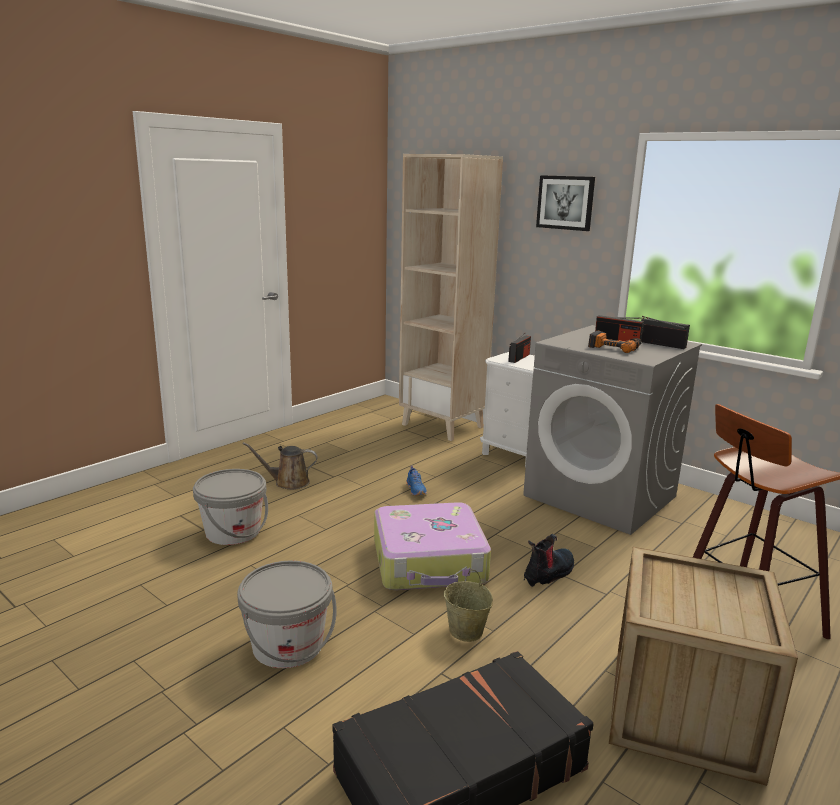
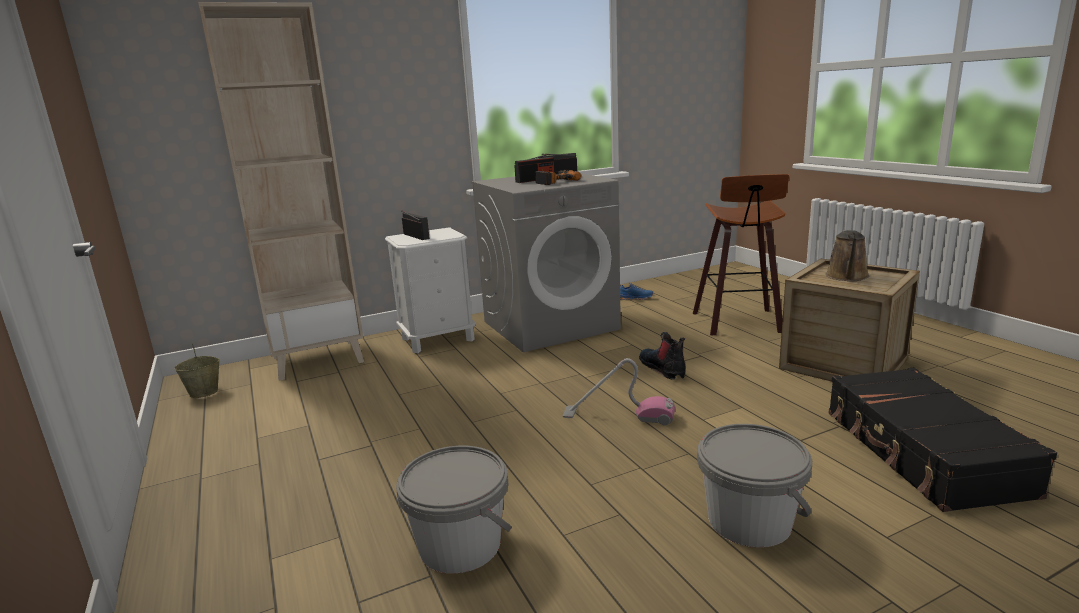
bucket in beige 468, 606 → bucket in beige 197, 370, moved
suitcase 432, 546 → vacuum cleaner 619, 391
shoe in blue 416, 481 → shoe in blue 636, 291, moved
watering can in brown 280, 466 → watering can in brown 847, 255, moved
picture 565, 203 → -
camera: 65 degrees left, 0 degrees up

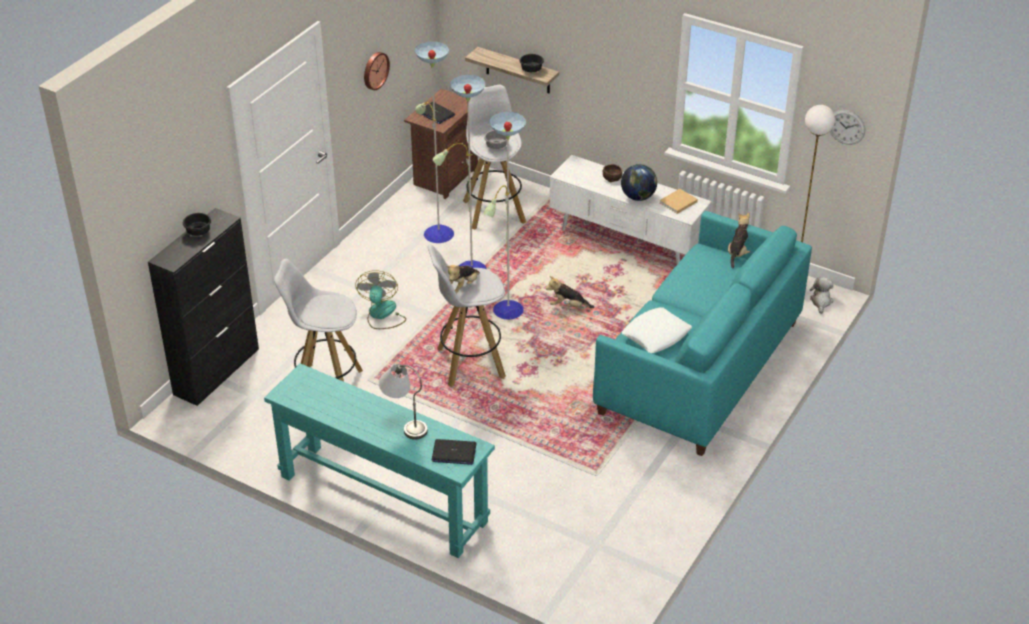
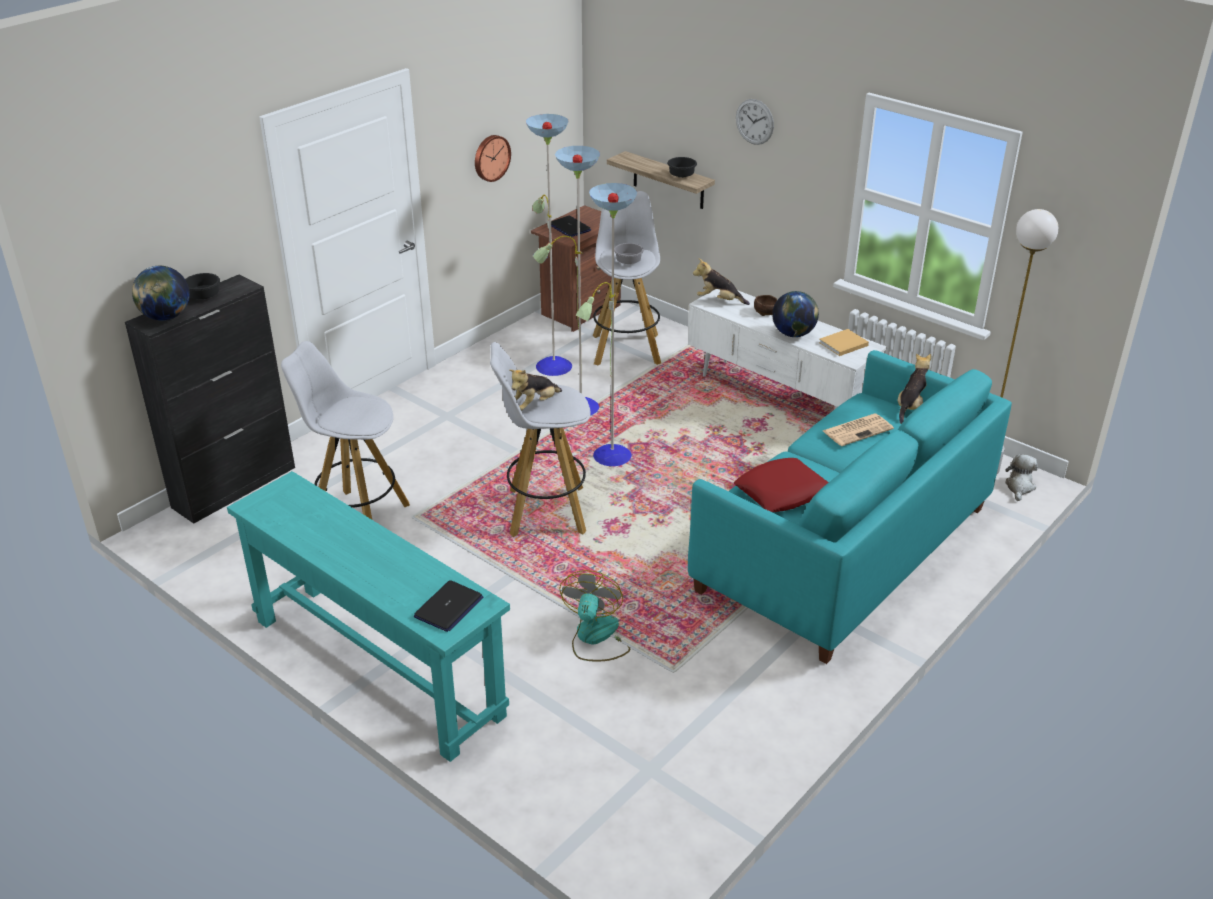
- → globe 161, 293
laptop 454, 452 → laptop 449, 606, 75 degrees counterclockwise
fan 380, 299 → fan 594, 615, moved
plush toy 570, 292 → plush toy 721, 281, moved
pillow in white 656, 330 → pillow in red 781, 485
wall clock 847, 127 → wall clock 755, 122, moved
- → newspaper 858, 429
table lamp in grey 403, 402 → -
camera: 10 degrees right, 5 degrees down

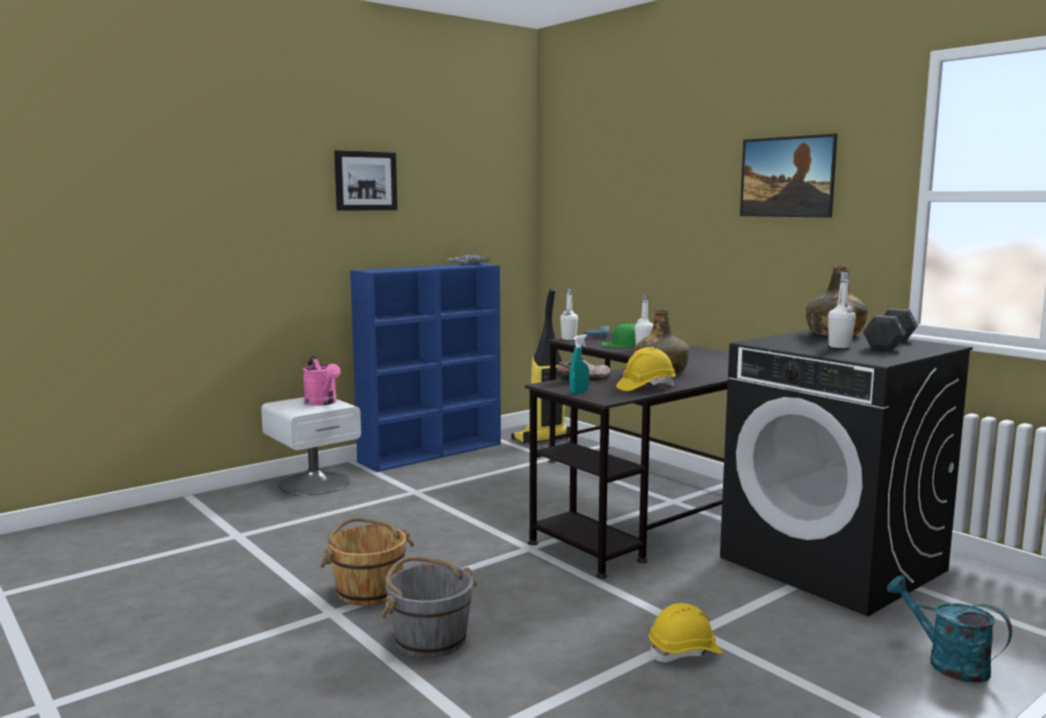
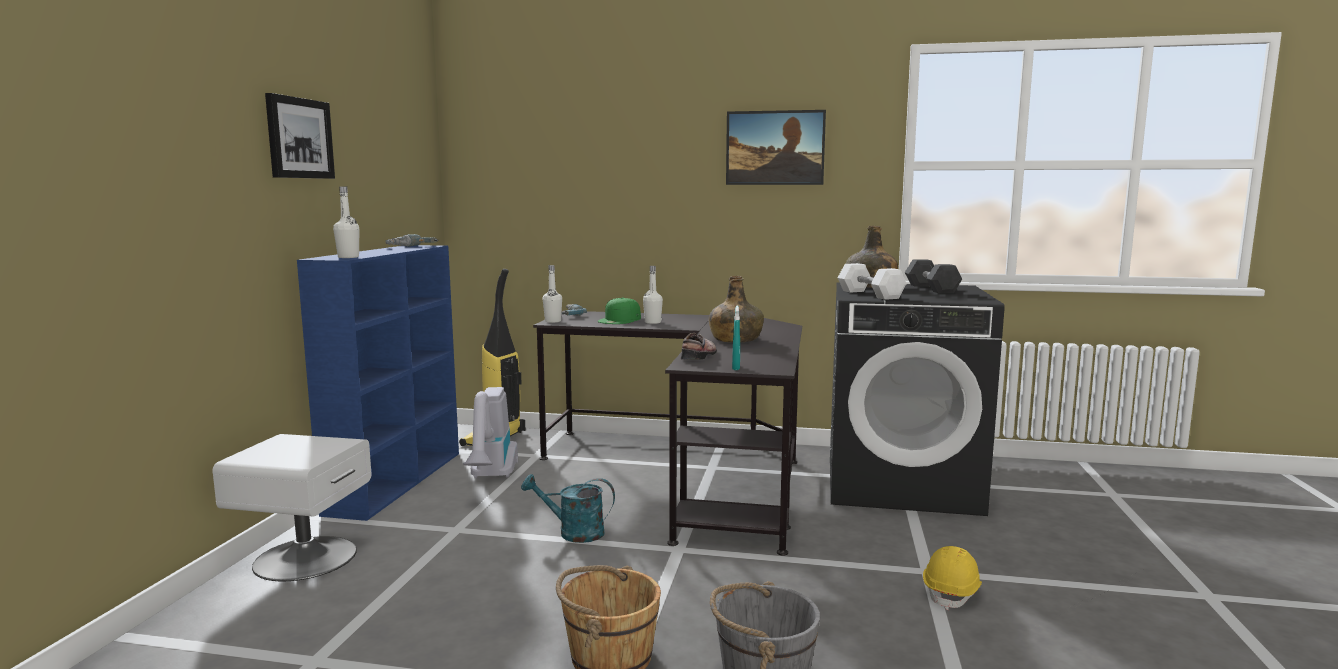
bottle in white 842, 310 → bottle in white 346, 222, moved
- → vacuum cleaner 490, 432
watering can in turquoise 949, 629 → watering can in turquoise 568, 508, moved
- → dumbbell in white 872, 281
watering can in pink 322, 381 → -
hard hat in yellow 646, 369 → -
camera: 40 degrees left, 0 degrees up

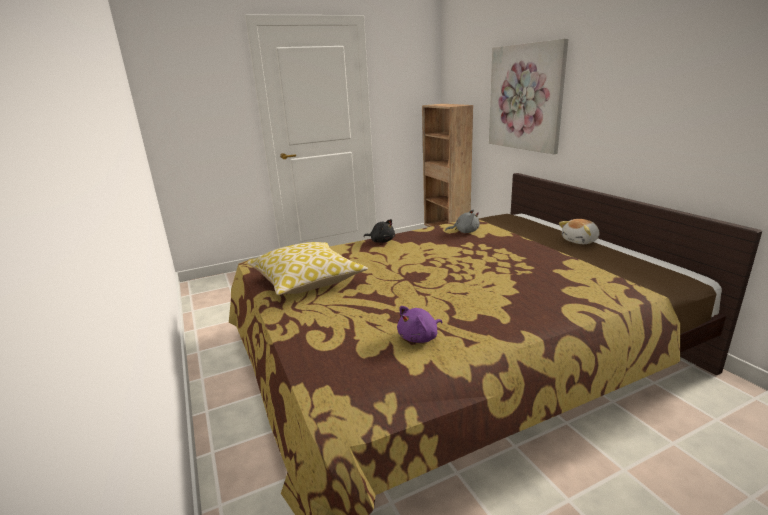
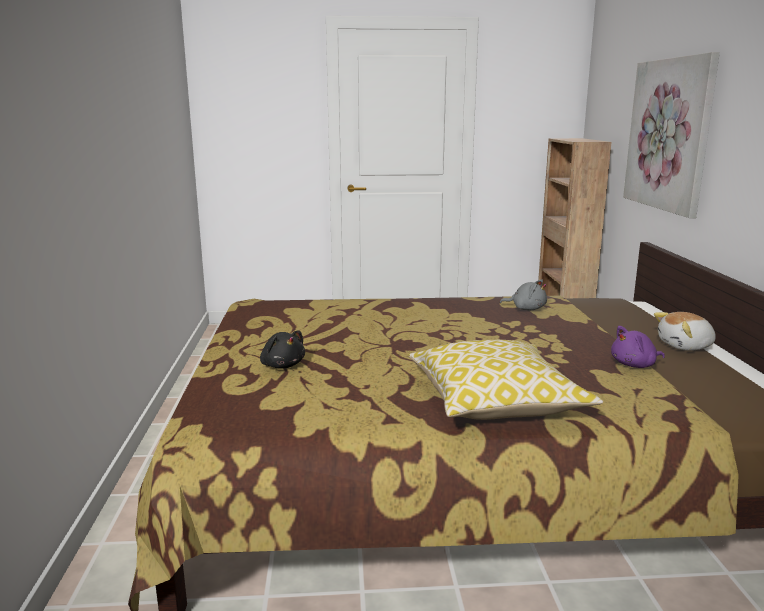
plush toy in black 379, 231 → plush toy in black 282, 349, moved
pillow 307, 268 → pillow 505, 380, moved
plush toy in purple 419, 324 → plush toy in purple 638, 347, moved
camera: 20 degrees right, 5 degrees down

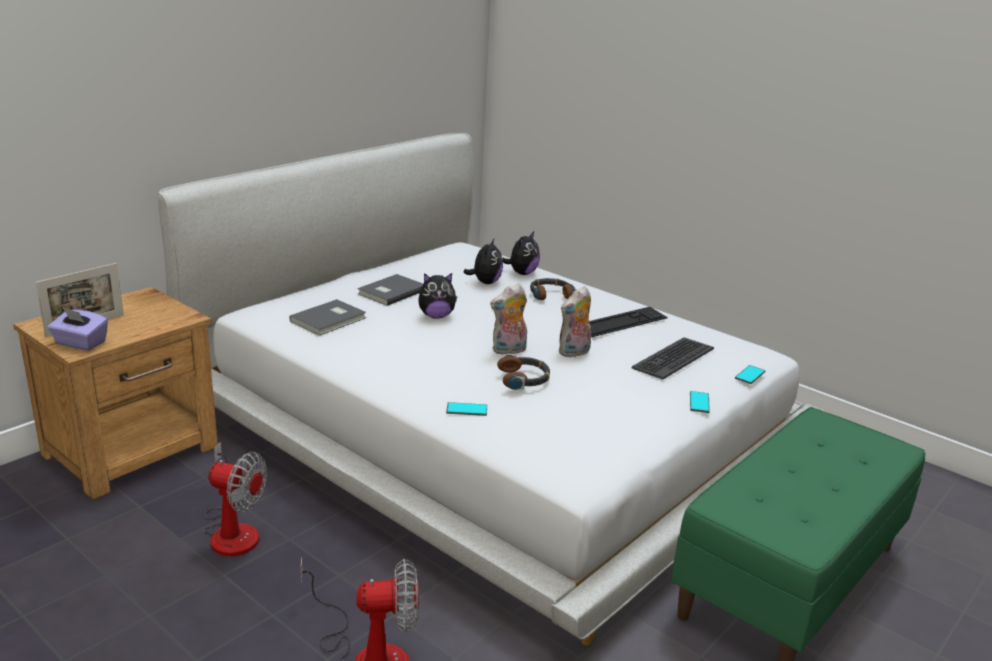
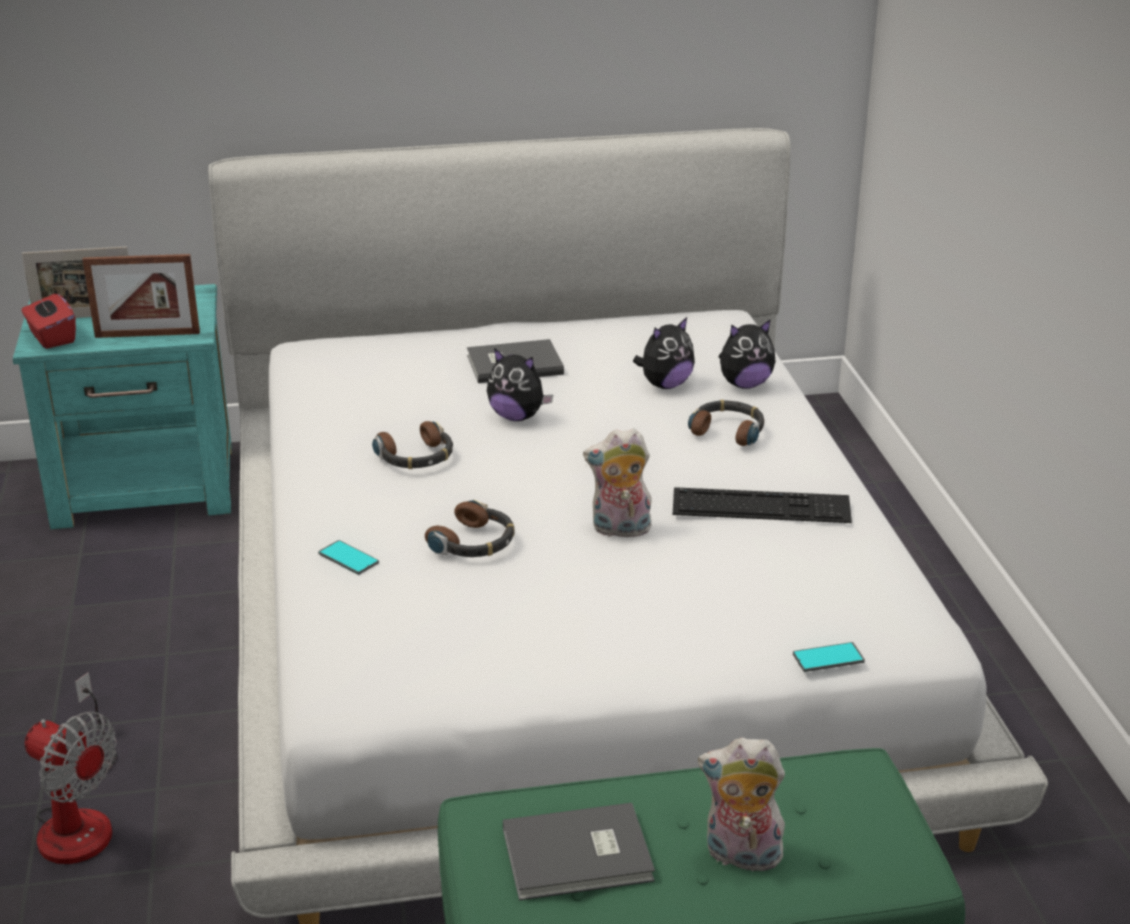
nightstand in brown 115, 393 → nightstand in turquoise 122, 407
tissue box in purple 78, 329 → tissue box in red 48, 320
- → picture frame 141, 296
- → headphones 412, 445
book in grey 327, 317 → book in grey 579, 852, moved
plush toy 508, 319 → plush toy 743, 807, moved
fan 235, 499 → -
keyboard 673, 358 → -
phone 700, 402 → -
camera: 40 degrees right, 5 degrees up

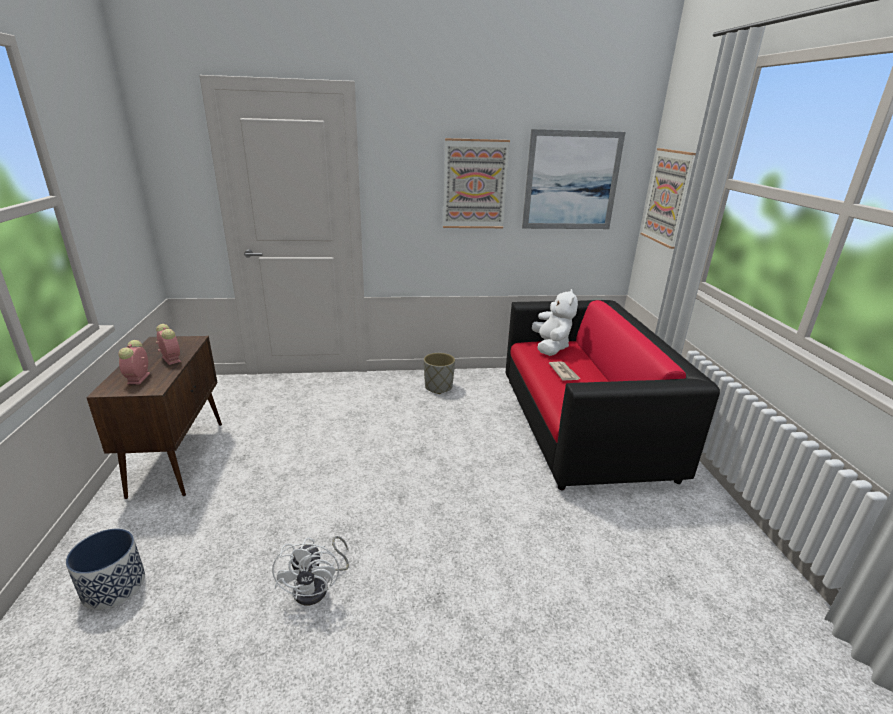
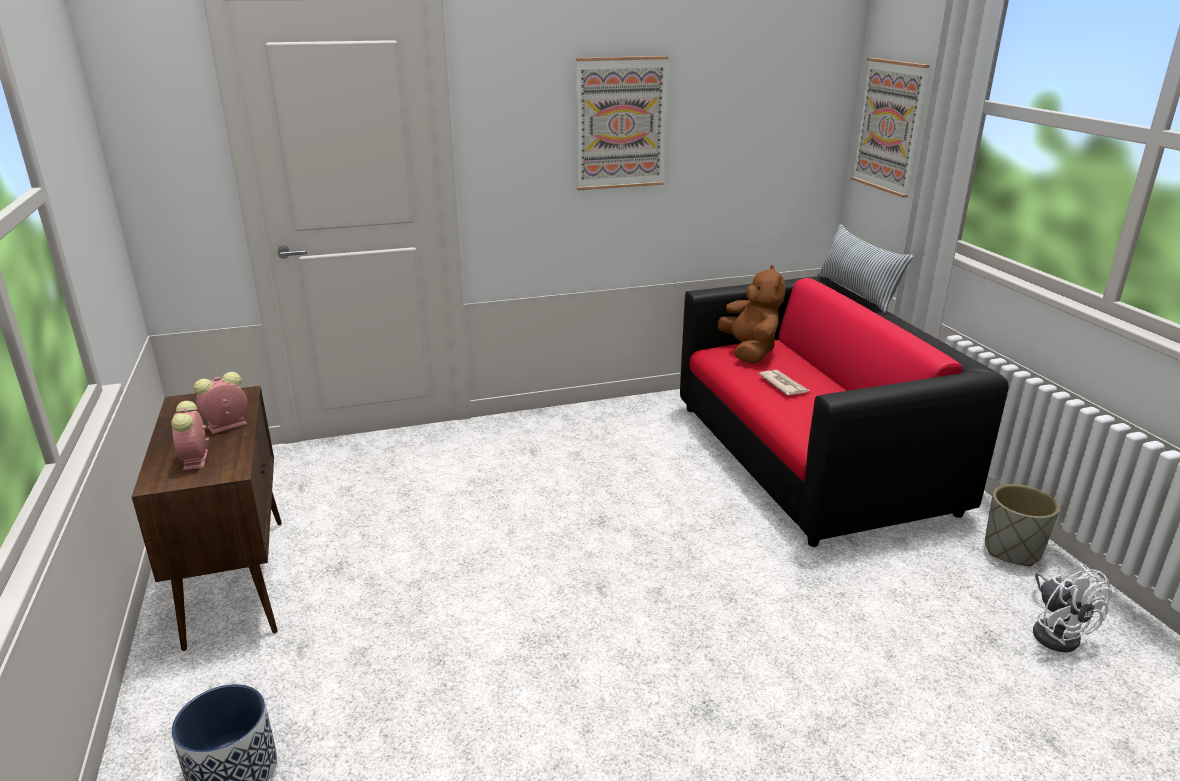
alarm clock 168, 344 → alarm clock 221, 403, 75 degrees counterclockwise
plush toy in white 555, 322 → plush toy in brown 751, 314
- → pillow 865, 268
planter in grey 439, 373 → planter in grey 1022, 525, moved
fan in white 310, 570 → fan in white 1073, 608, moved
picture 573, 179 → -
camera: 10 degrees left, 0 degrees up

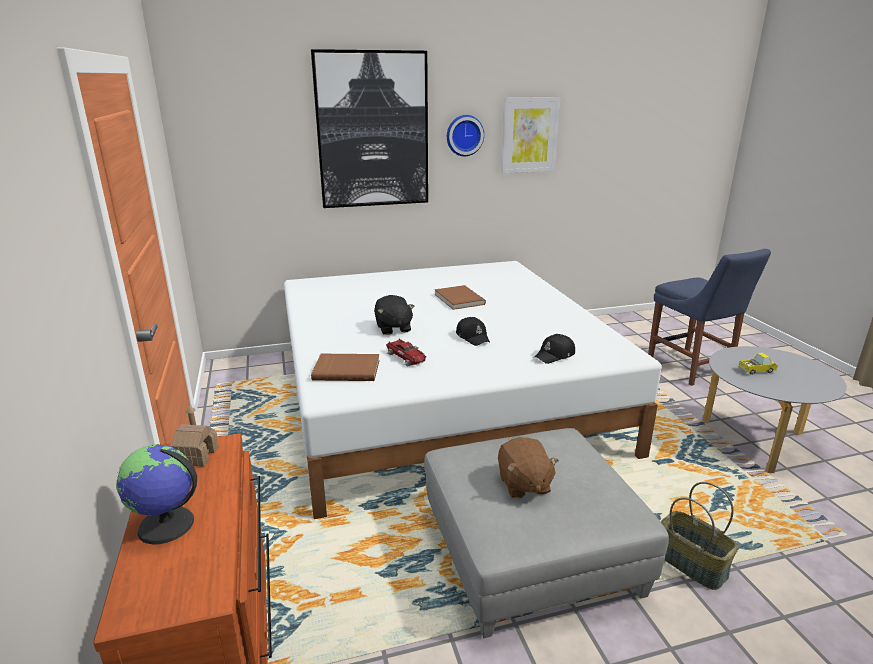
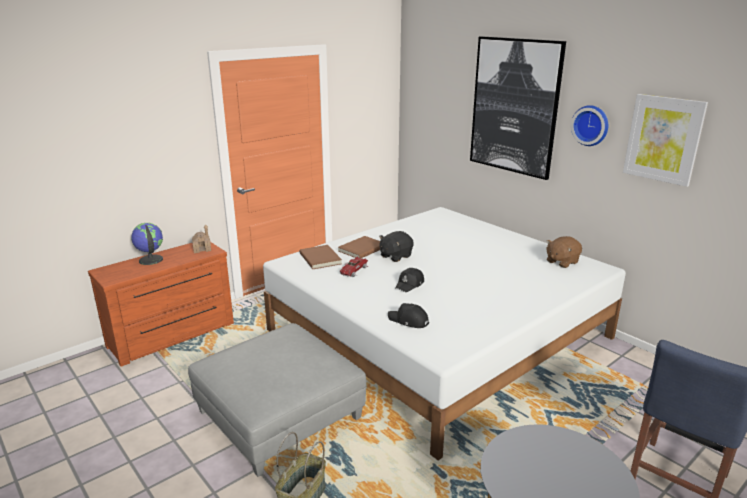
book in brown 460, 297 → book in brown 359, 247, moved
plush toy in brown 528, 468 → plush toy in brown 564, 252, moved
toy truck 758, 364 → -
camera: 65 degrees right, 0 degrees up

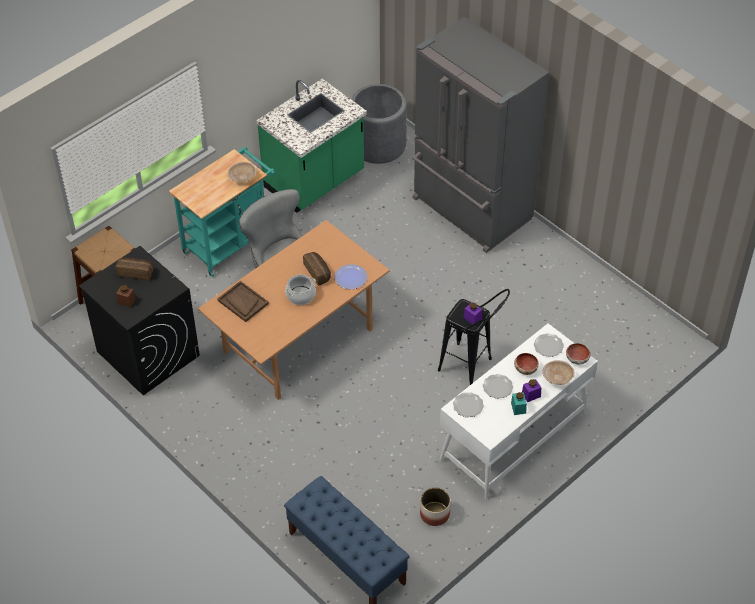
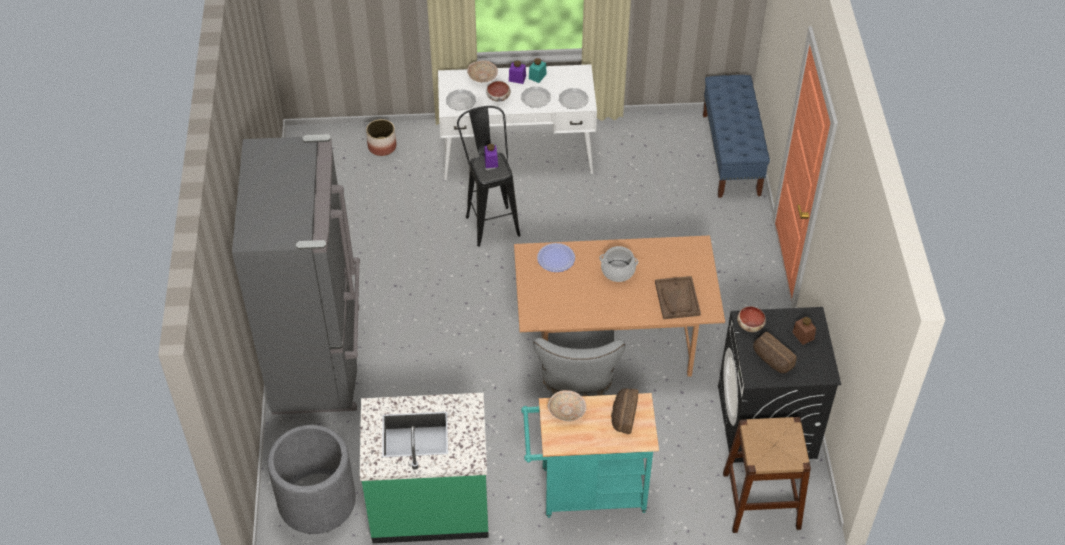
planter 435, 506 → planter 381, 137, moved
bread 317, 269 → bread 624, 411, moved
bowl 578, 353 → bowl 751, 319, moved
camera: 140 degrees left, 0 degrees up

